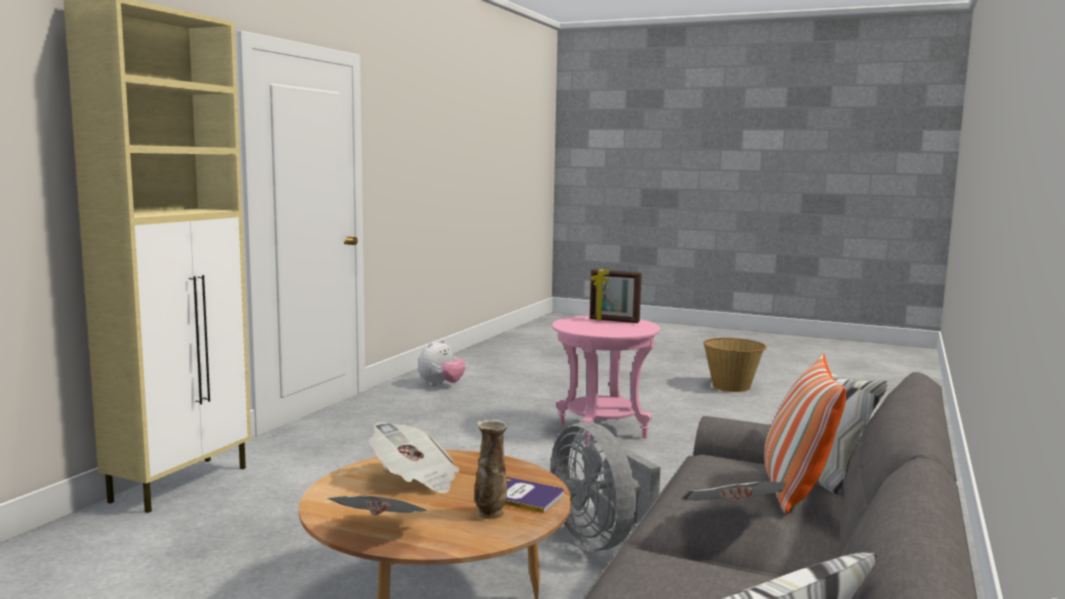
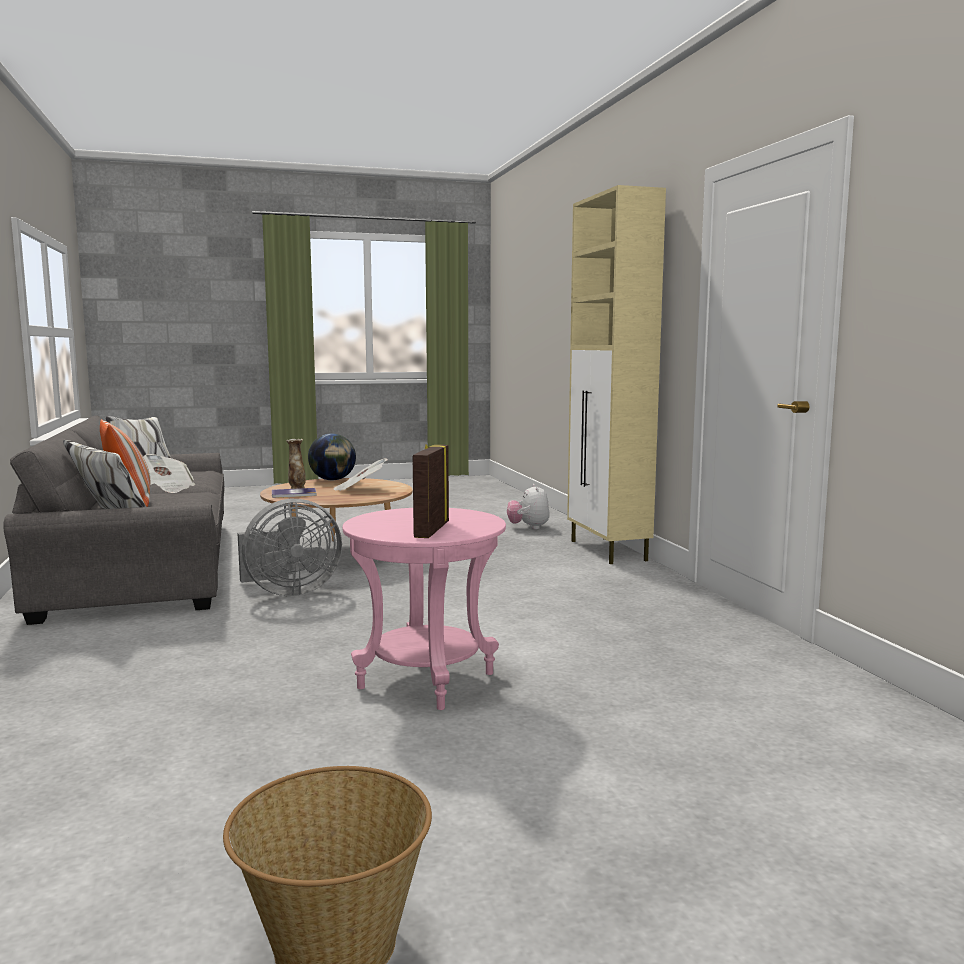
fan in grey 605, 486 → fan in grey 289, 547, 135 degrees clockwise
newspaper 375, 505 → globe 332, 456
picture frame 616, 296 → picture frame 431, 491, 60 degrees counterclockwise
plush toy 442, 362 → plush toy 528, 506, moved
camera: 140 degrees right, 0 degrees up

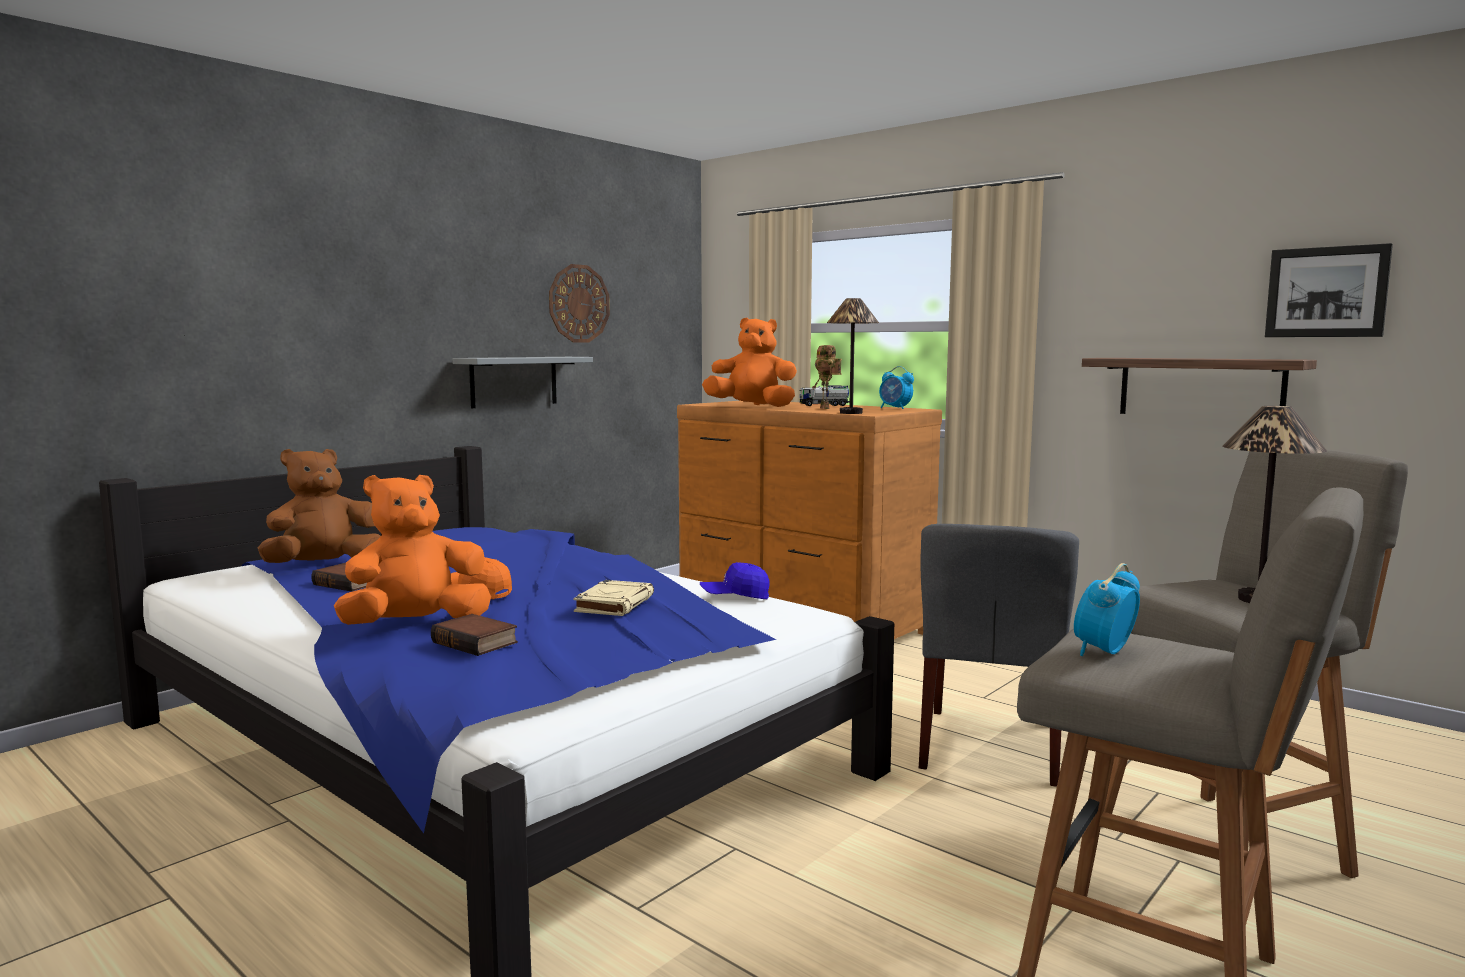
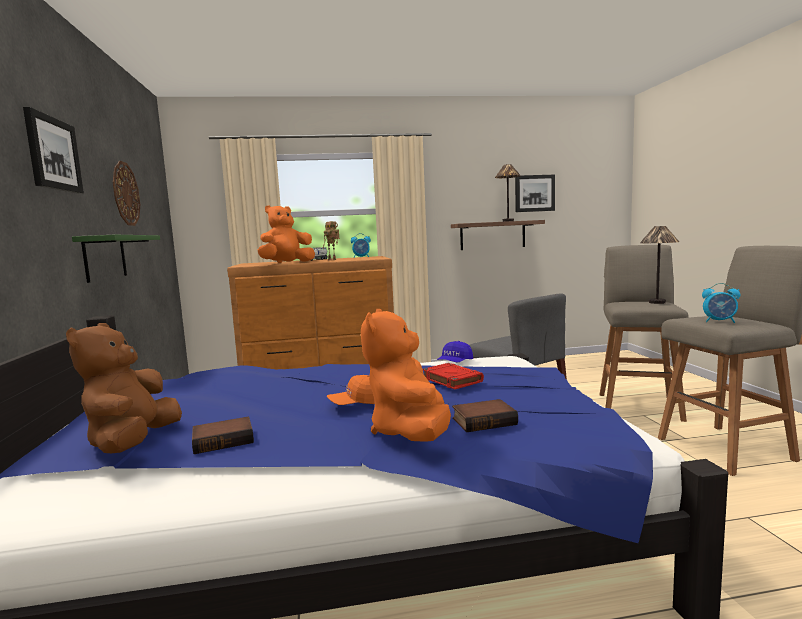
- → picture 53, 150
shelf in grey 522, 382 → shelf in green 116, 259
book in beige 613, 598 → book in red 453, 376
table lamp 853, 356 → table lamp 508, 193, moved
alarm clock 1107, 609 → alarm clock 721, 303, 60 degrees counterclockwise
camera: 50 degrees left, 0 degrees up

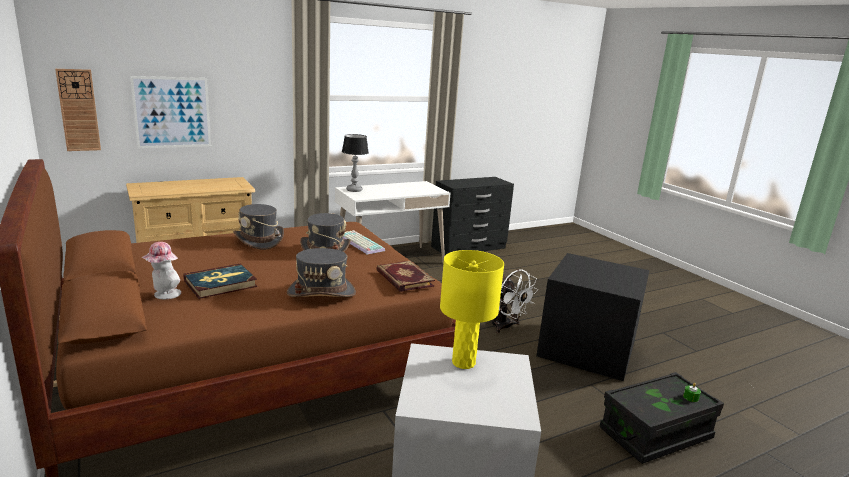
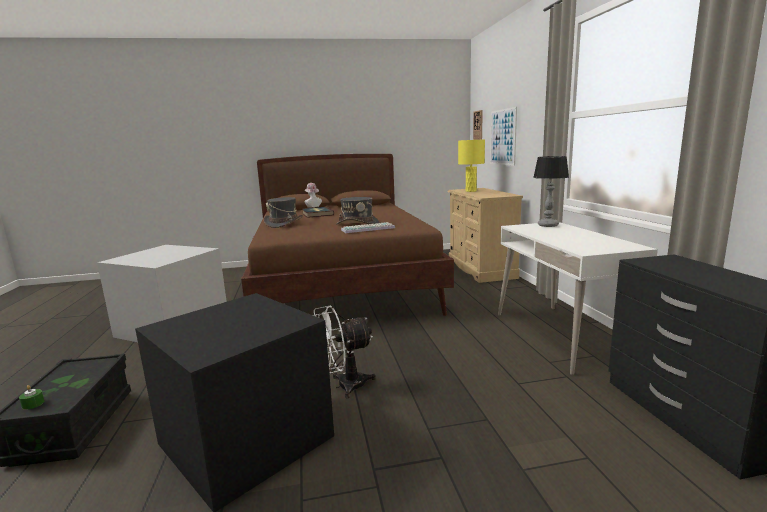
table lamp in yellow 472, 309 → table lamp in yellow 471, 165, moved
hat in grey 258, 227 → -
book 405, 276 → -
camera: 110 degrees right, 5 degrees down

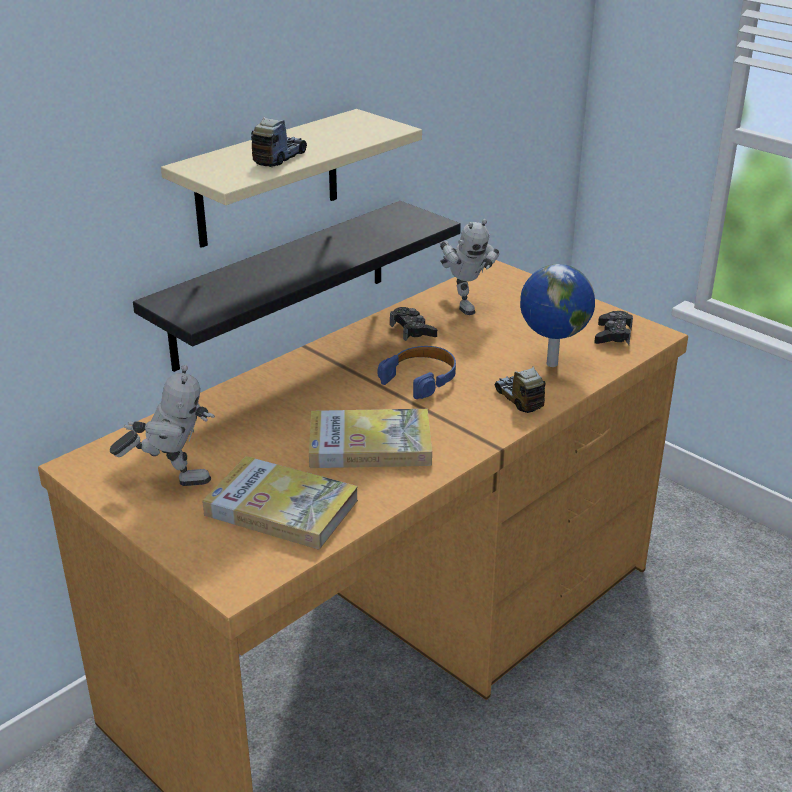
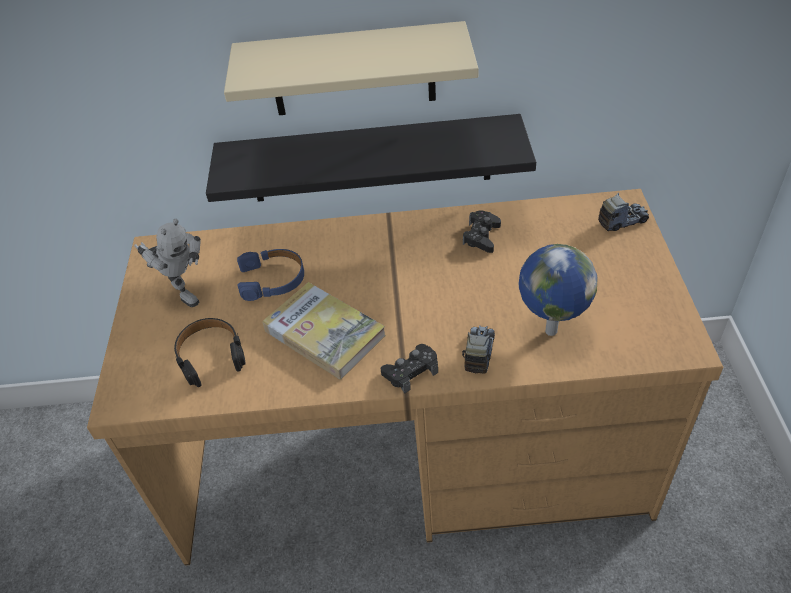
book 280, 502 → headphones in black 210, 352
headphones in blue 417, 372 → headphones in blue 270, 275, moved
game controller in black 613, 328 → game controller in black 409, 368, moved
toy truck 279, 142 → toy truck 623, 212, moved
toy robot 469, 267 → -
camera: 45 degrees right, 15 degrees up

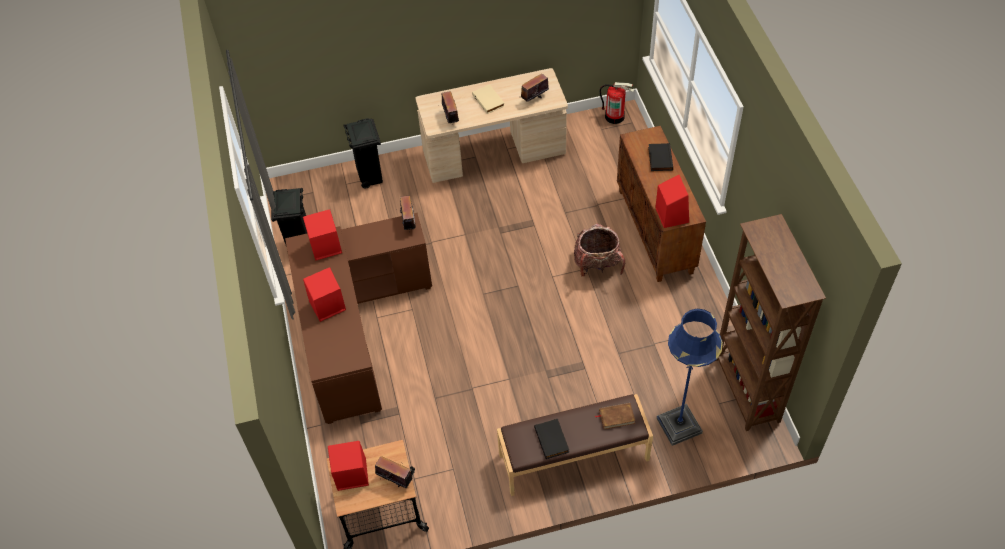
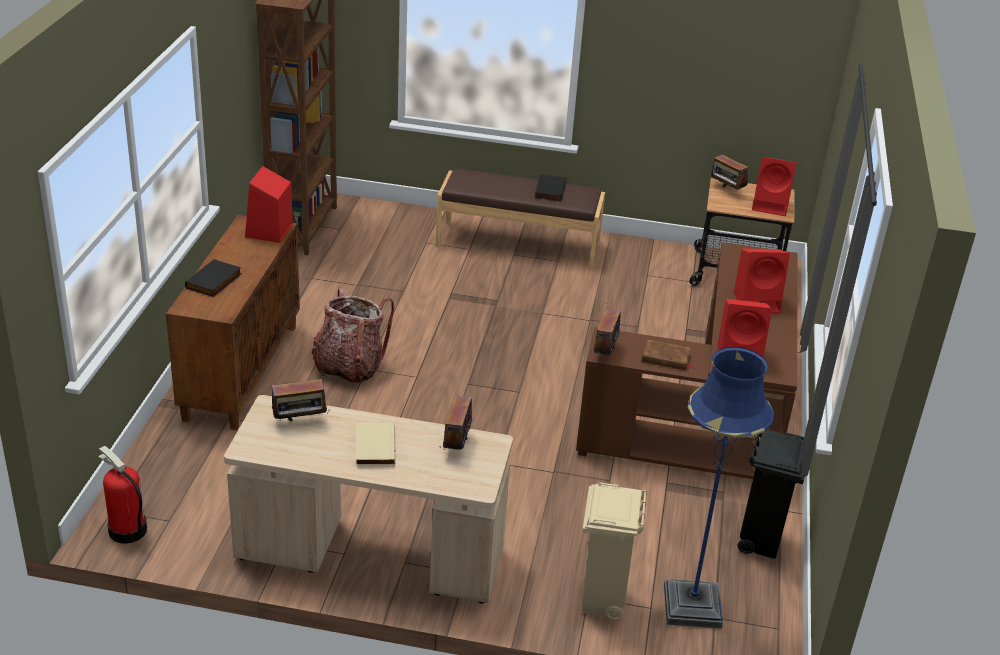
trash can in black 363, 153 → trash can in beige 614, 551
book in brown 615, 416 → book in brown 667, 354, moved
floor lamp in blue 689, 377 → floor lamp in blue 719, 488, moved
camera: 160 degrees left, 20 degrees down

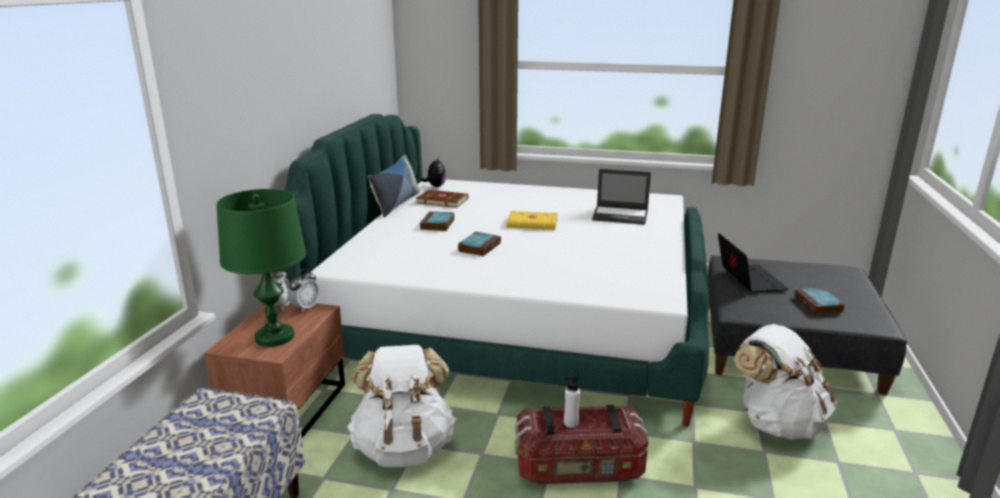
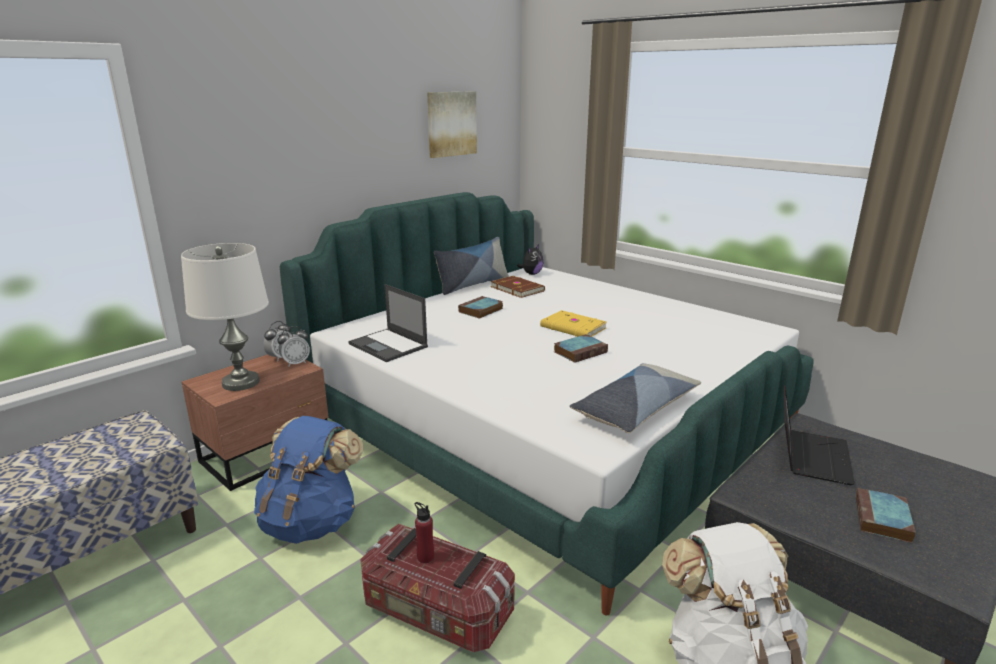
table lamp in green 261, 268 → table lamp in white 225, 317
backpack in white 401, 406 → backpack in blue 308, 480
laptop 621, 197 → laptop 388, 323, moved
bottle in white 572, 402 → bottle in red 424, 532
- → picture 452, 124
book 479, 244 → book 581, 348, moved
- → pillow 635, 398
camera: 30 degrees right, 0 degrees up

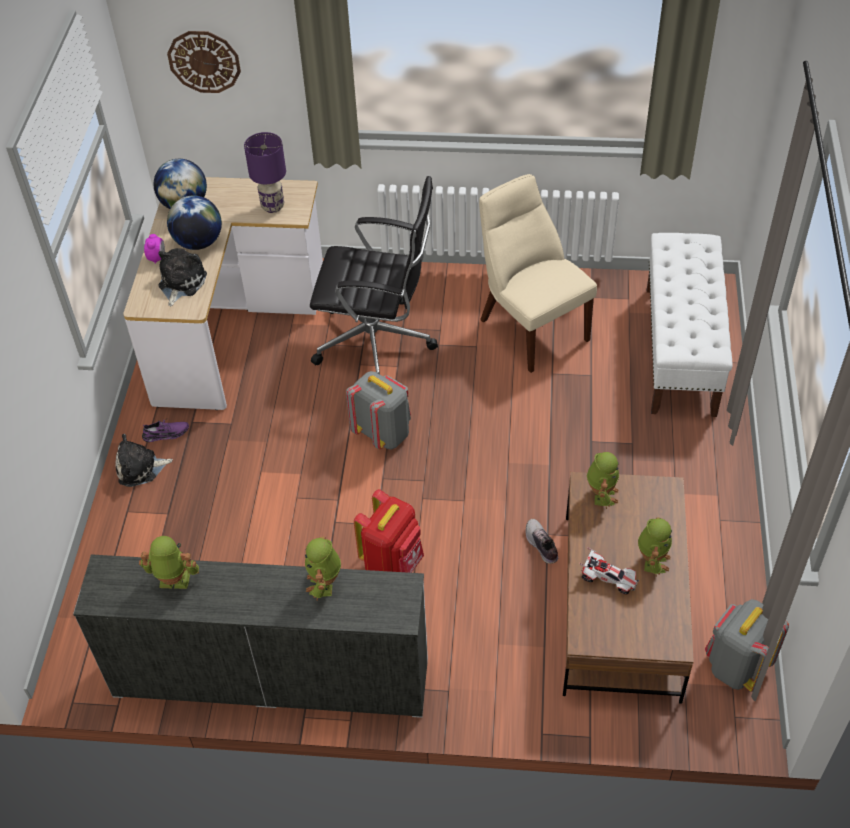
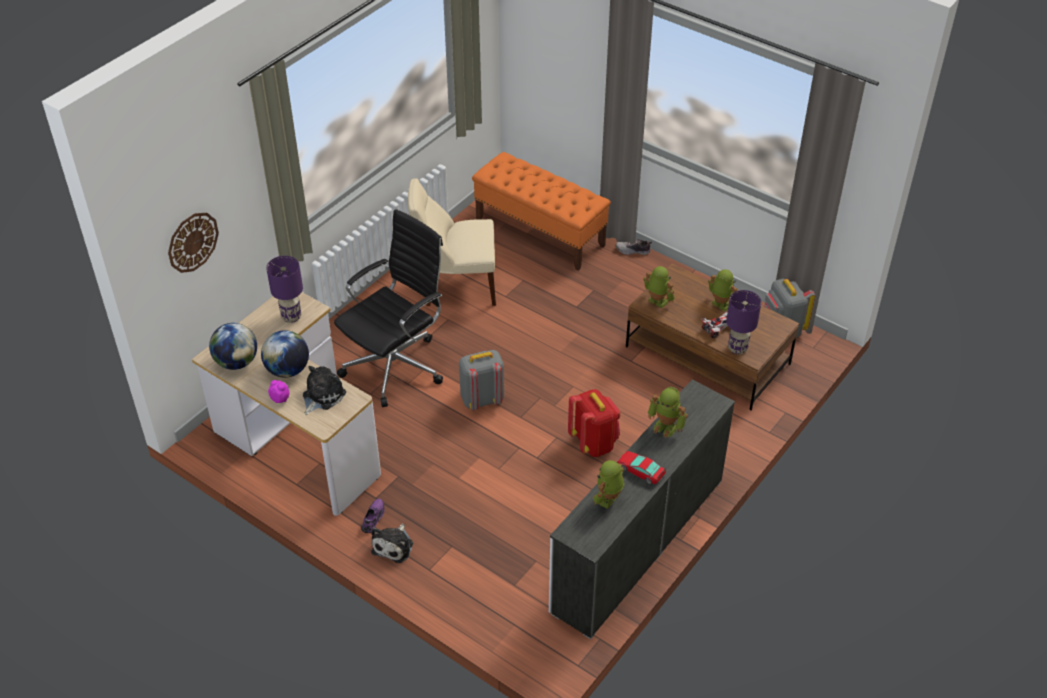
plush toy 182, 277 → plush toy 324, 390, 75 degrees clockwise
bench in white 690, 325 → bench in orange 541, 211
shoe 542, 541 → shoe 634, 247, moved
- → toy car 641, 467
- → table lamp in purple 743, 322
camera: 60 degrees left, 5 degrees down

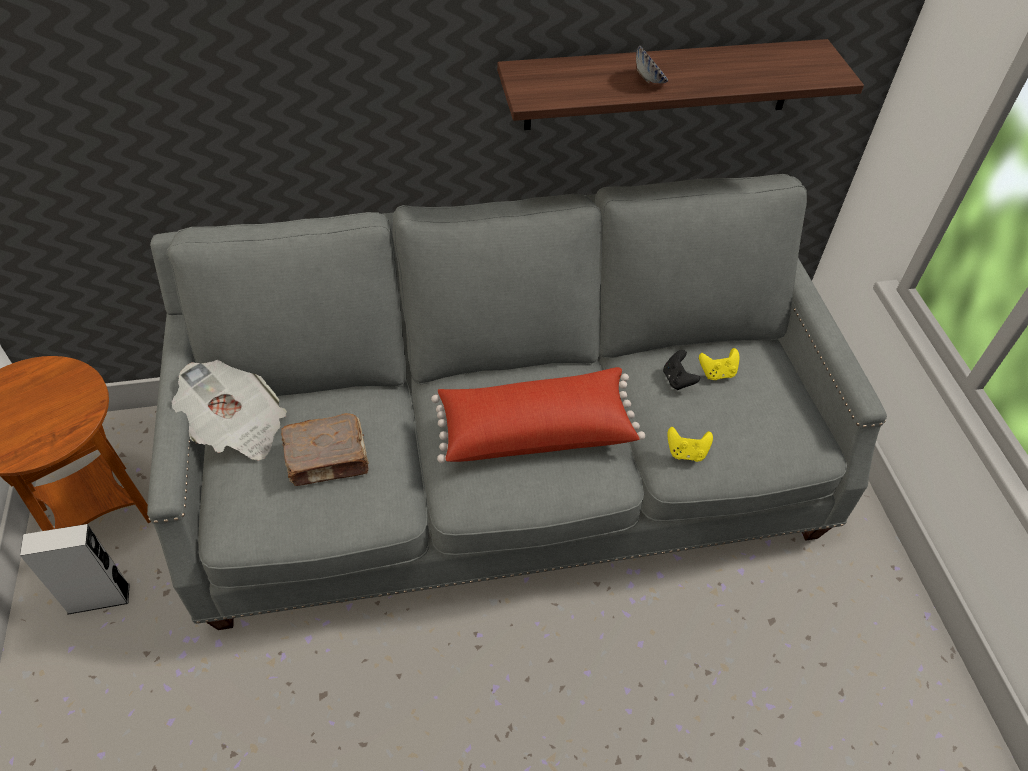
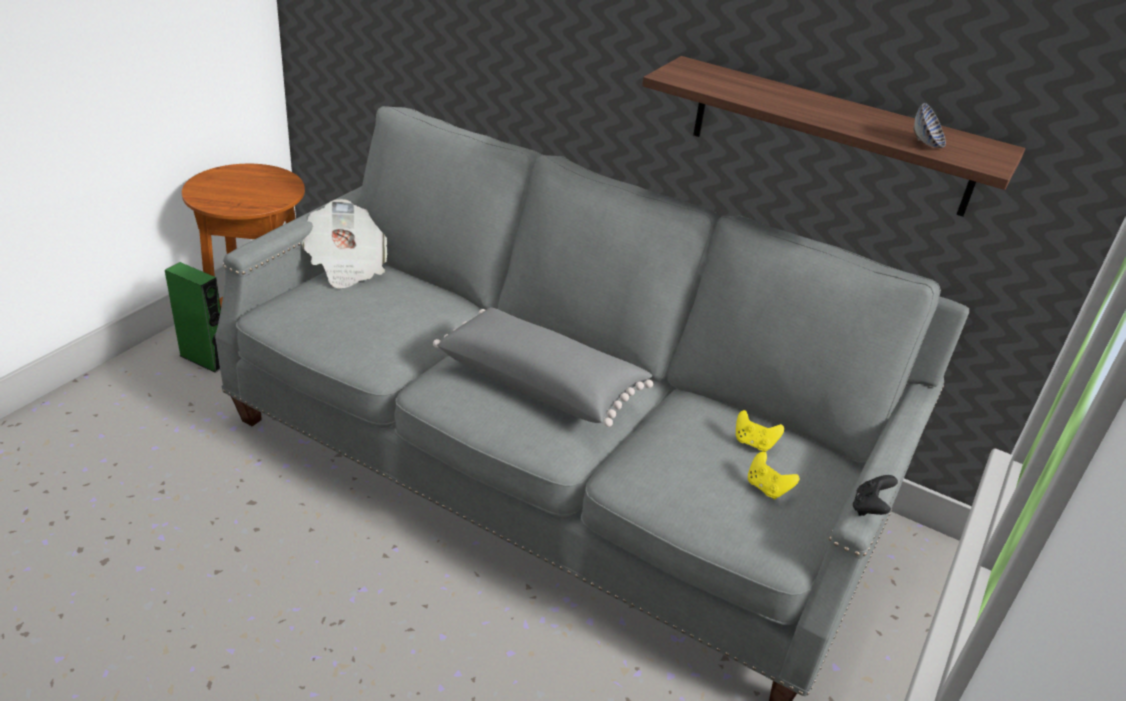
speaker in grey 75, 569 → speaker in green 193, 317
pillow in red 538, 415 → pillow in grey 543, 367
game controller in yellow 690, 444 → game controller in yellow 774, 476, moved
game controller in black 681, 370 → game controller in black 875, 495, moved
bowl 652, 64 → bowl 929, 125, moved
book in brown 325, 449 → -
camera: 40 degrees right, 15 degrees down

